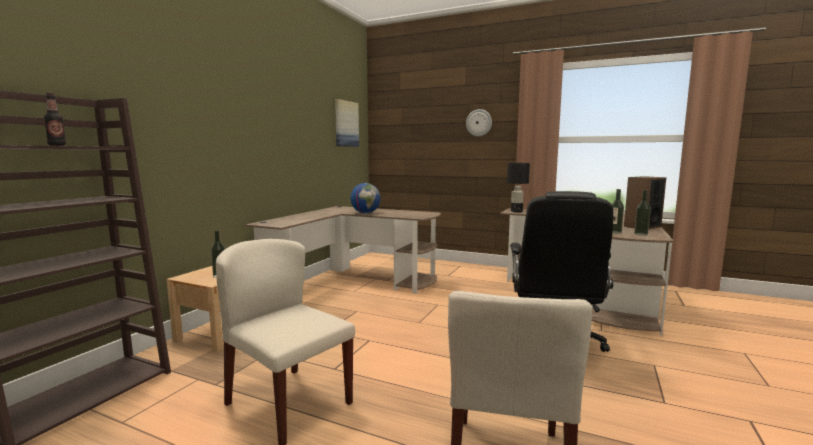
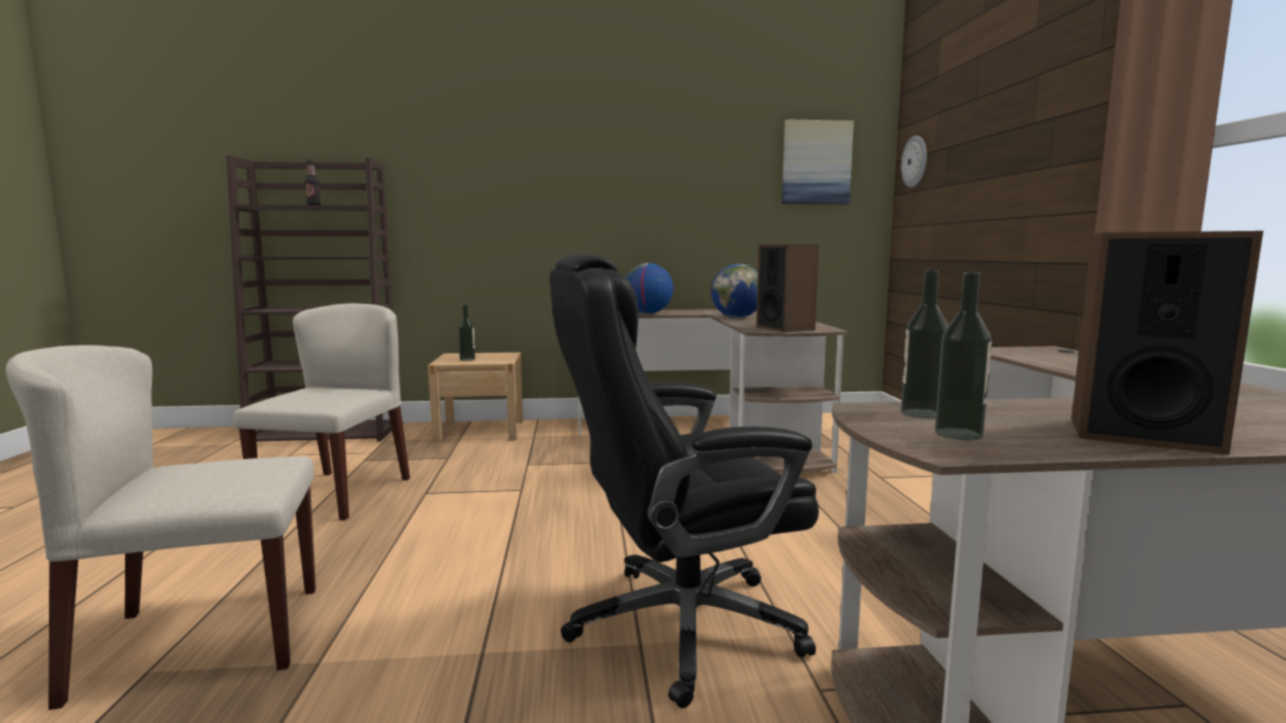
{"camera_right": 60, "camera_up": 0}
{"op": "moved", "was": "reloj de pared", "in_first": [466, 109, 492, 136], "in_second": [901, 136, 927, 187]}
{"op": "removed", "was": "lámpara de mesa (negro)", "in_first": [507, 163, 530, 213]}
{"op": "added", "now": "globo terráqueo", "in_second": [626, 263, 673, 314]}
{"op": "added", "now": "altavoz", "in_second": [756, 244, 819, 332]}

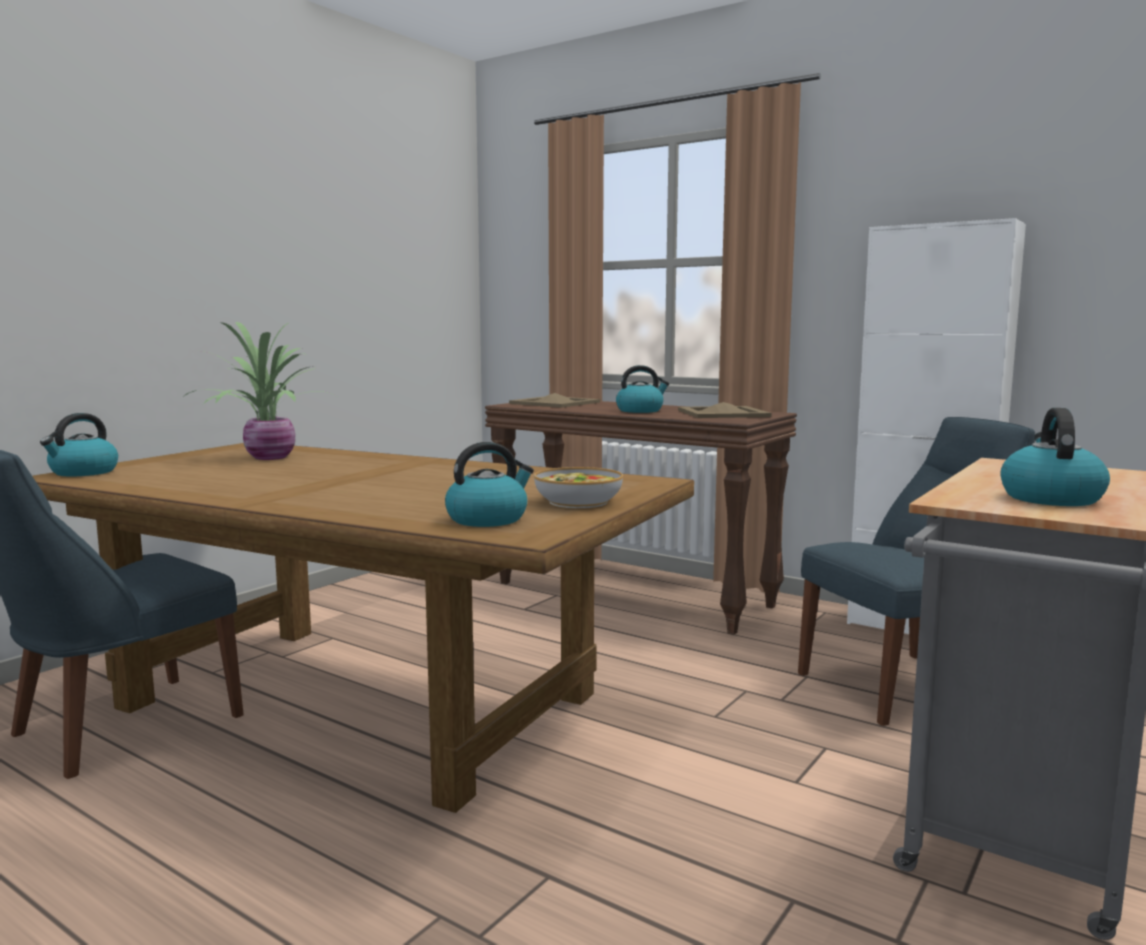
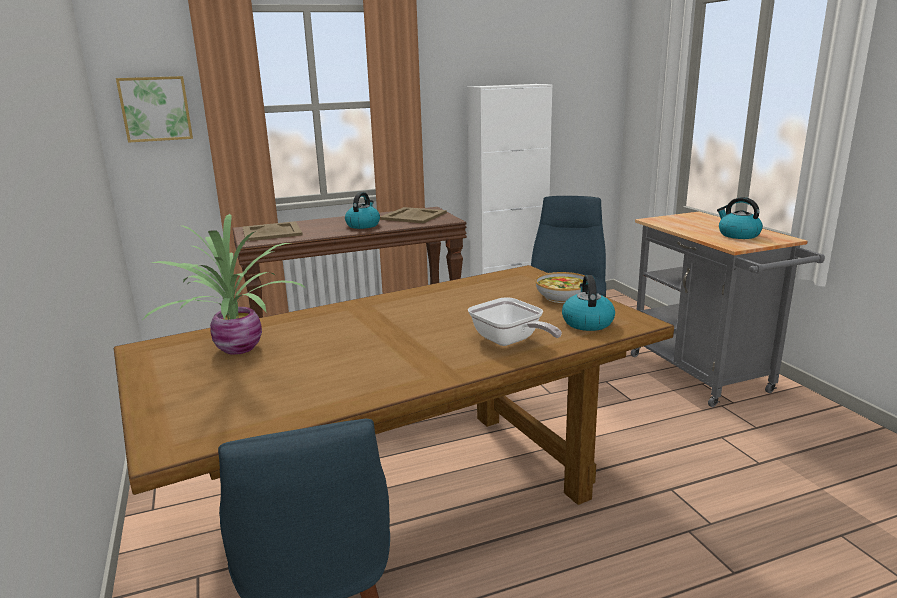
{"camera_right": -55, "camera_up": 10}
{"op": "removed", "was": "hervidor", "in_first": [40, 413, 118, 477]}
{"op": "added", "now": "cuadro", "in_second": [116, 76, 193, 143]}
{"op": "added", "now": "sartén", "in_second": [468, 297, 562, 346]}

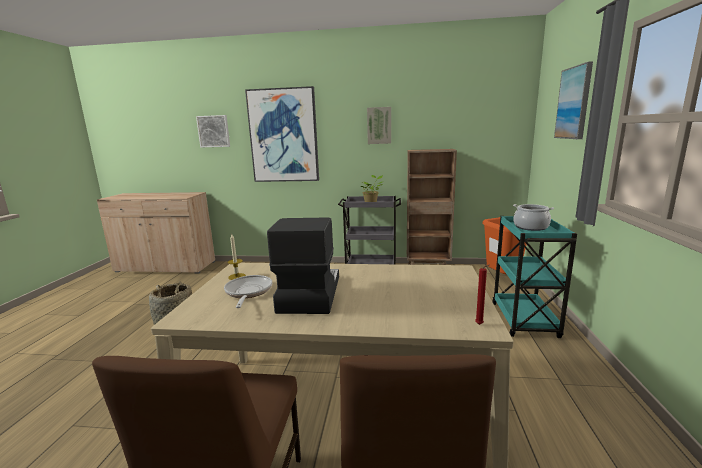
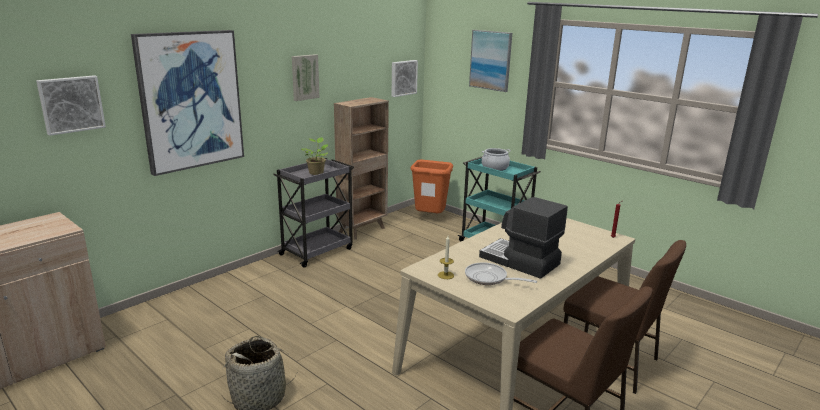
{"camera_right": -55, "camera_up": 5}
{"op": "added", "now": "cuadro", "in_second": [392, 60, 418, 97]}

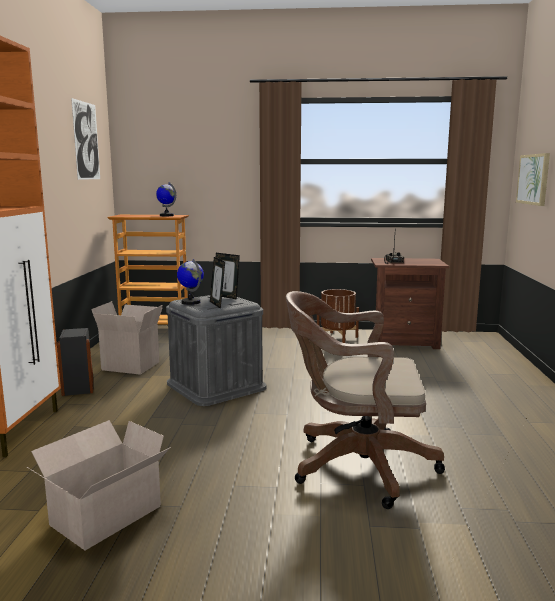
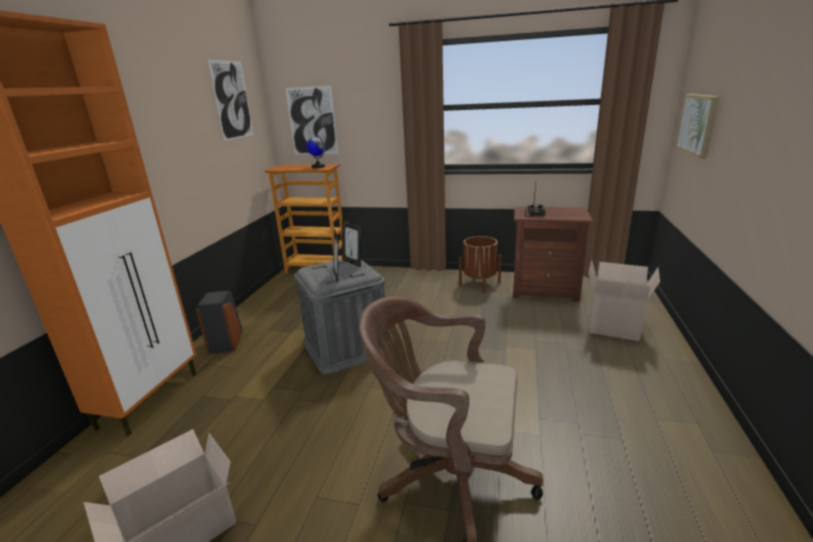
{"camera_right": 10, "camera_up": 10}
{"op": "moved", "was": "caja de cartón", "in_first": [91, 301, 163, 375], "in_second": [589, 261, 660, 341]}
{"op": "removed", "was": "globo terráqueo", "in_first": [177, 259, 204, 305]}
{"op": "added", "now": "cuadro", "in_second": [286, 86, 338, 154]}

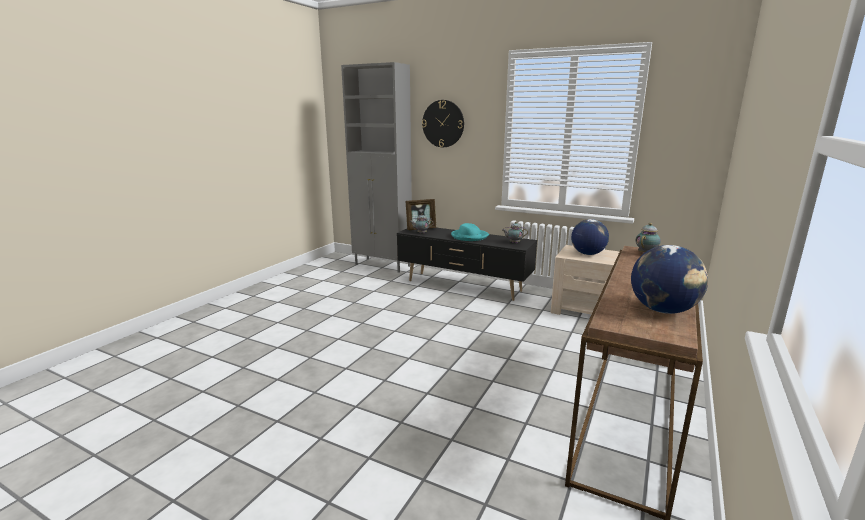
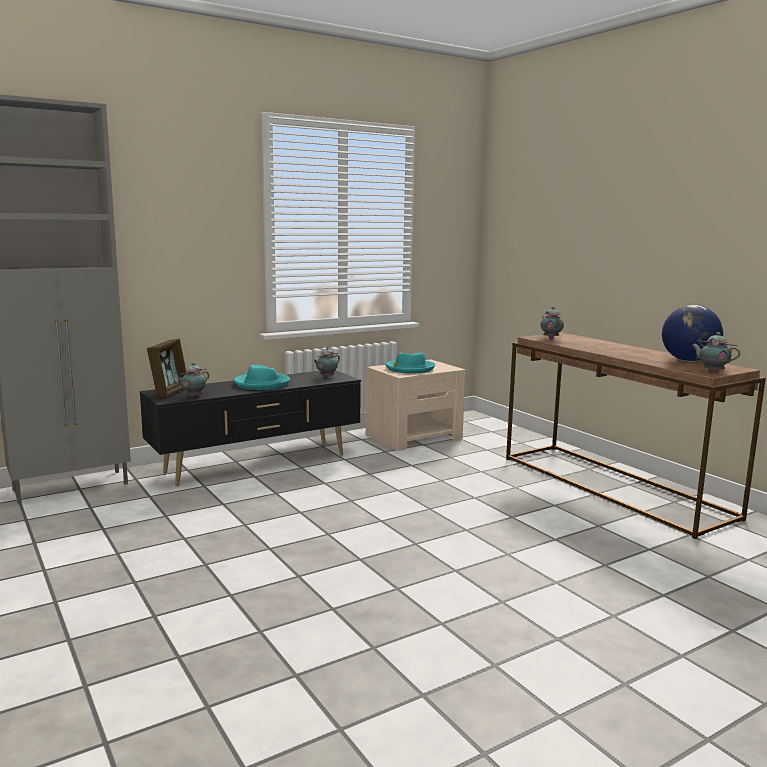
{"camera_right": -60, "camera_up": -5}
{"op": "removed", "was": "reloj de pared", "in_first": [422, 100, 464, 147]}
{"op": "replaced", "was": "globo terráqueo", "now": "sombrero (turquesa)", "in_first": [571, 219, 609, 255], "in_second": [385, 353, 436, 373]}
{"op": "added", "now": "tetera", "in_second": [691, 332, 741, 373]}

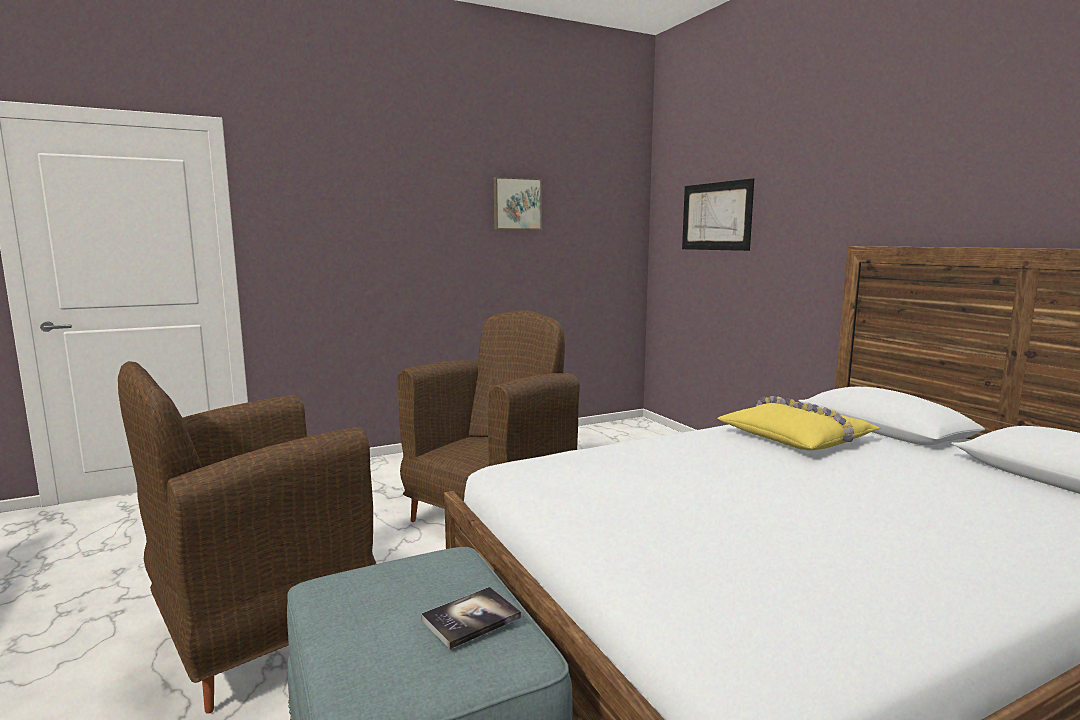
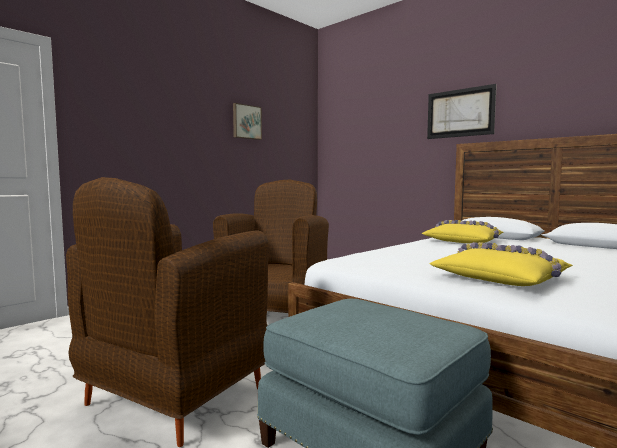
{"camera_right": -20, "camera_up": -5}
{"op": "removed", "was": "libro", "in_first": [421, 587, 521, 649]}
{"op": "moved", "was": "cuadro", "in_first": [682, 178, 754, 251], "in_second": [427, 84, 497, 139]}
{"op": "added", "now": "cojín (amarillo)", "in_second": [430, 242, 573, 286]}

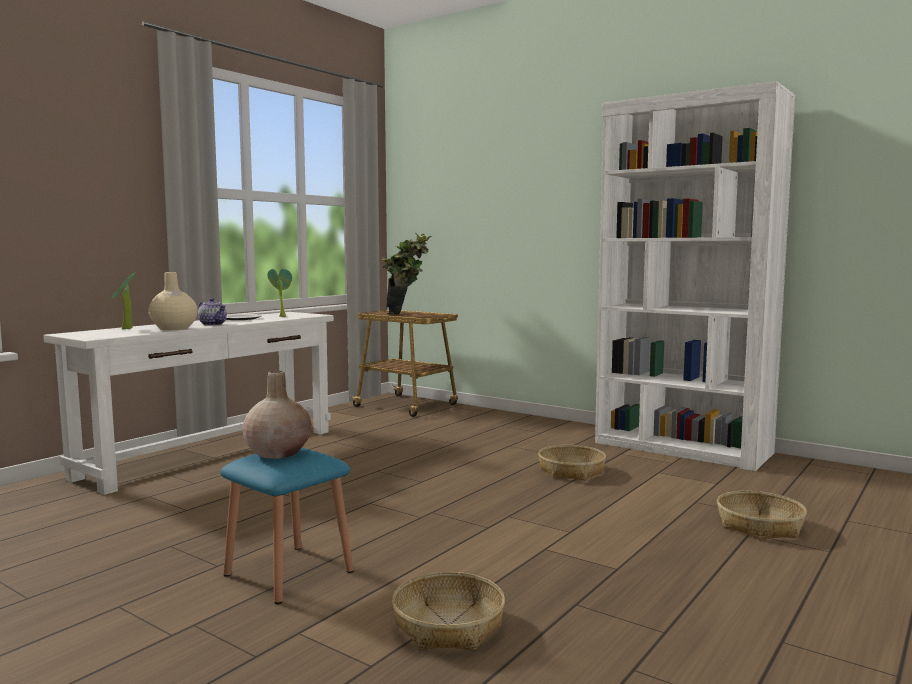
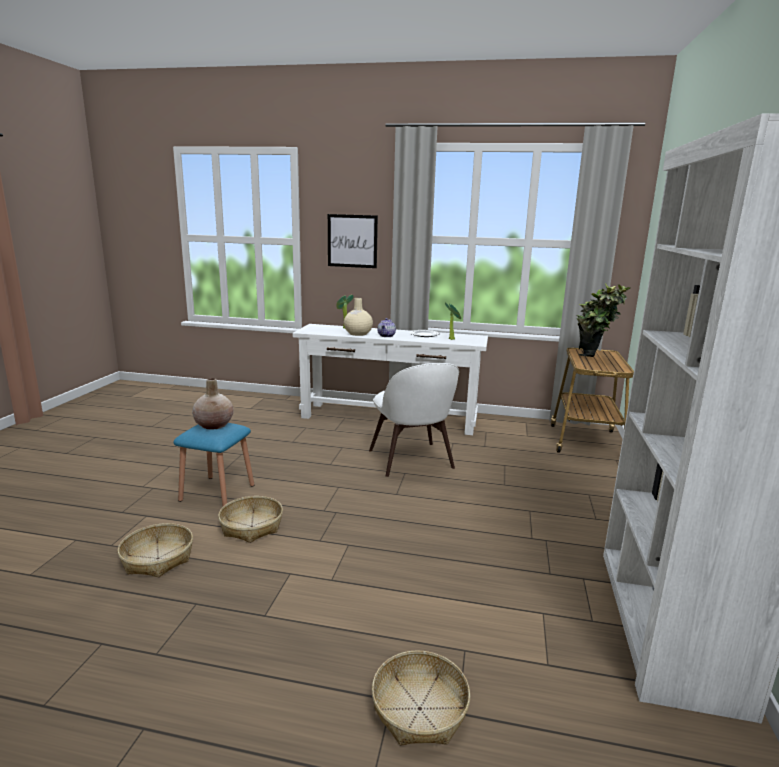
{"camera_right": 65, "camera_up": 10}
{"op": "moved", "was": "cesta", "in_first": [538, 445, 606, 481], "in_second": [218, 496, 283, 543]}
{"op": "added", "now": "cuadro", "in_second": [328, 214, 378, 268]}
{"op": "added", "now": "silla (blanco)", "in_second": [369, 363, 459, 477]}

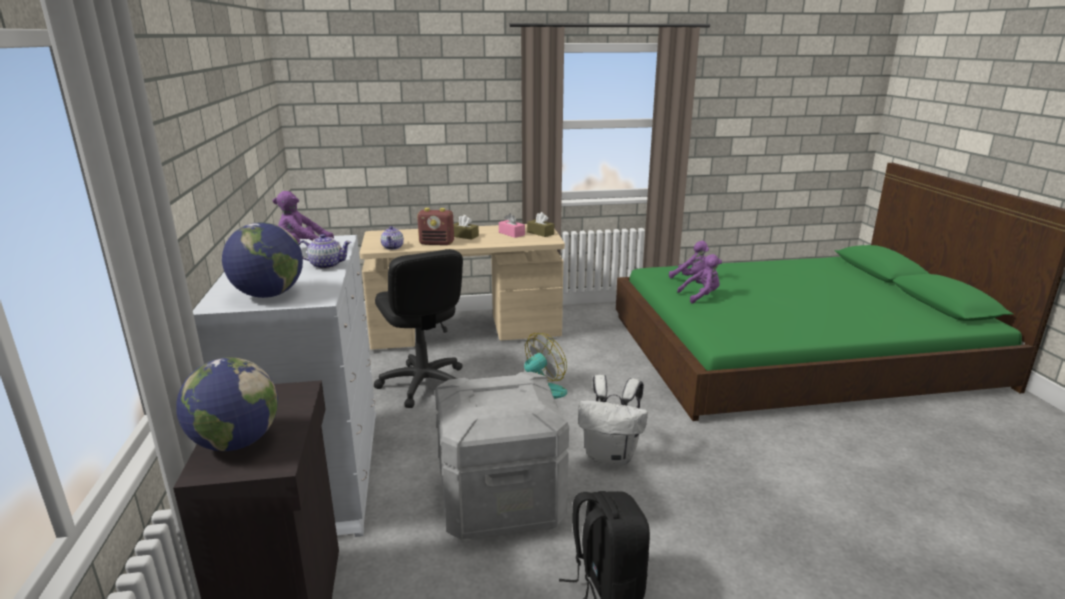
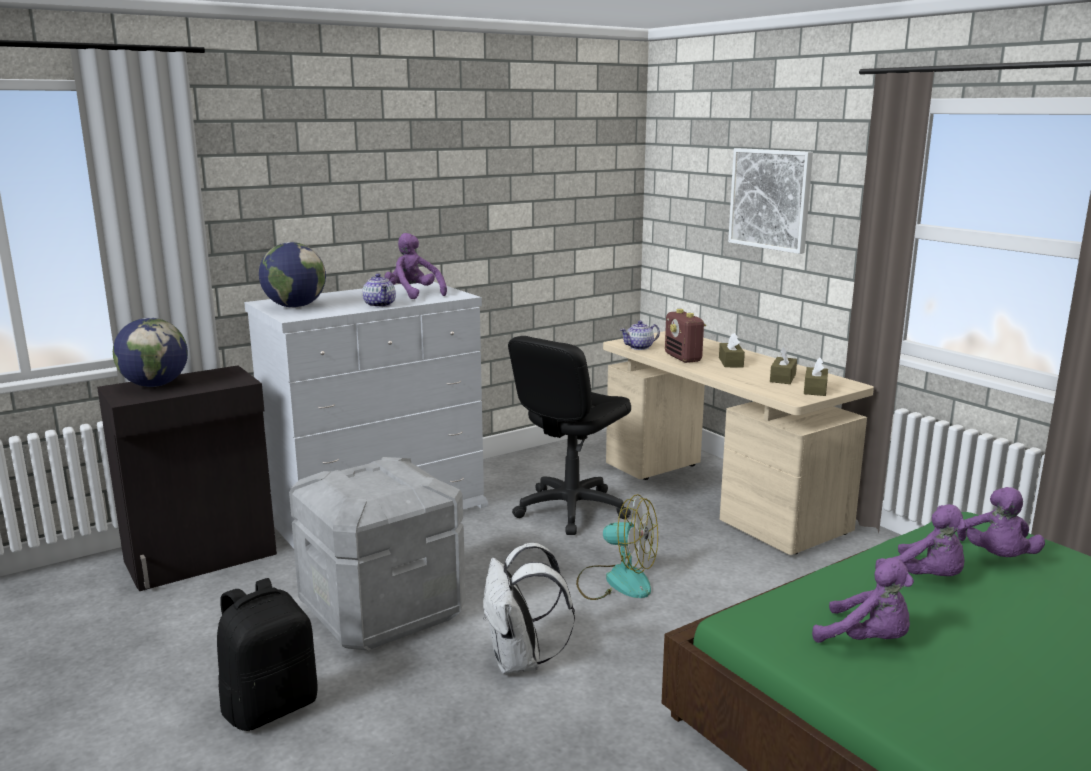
{"camera_right": 65, "camera_up": -5}
{"op": "recoloured", "was": "caja de pañuelos (rosa)", "now": "caja de pañuelos (marrón)", "in_first": [499, 213, 525, 238], "in_second": [770, 347, 797, 384]}
{"op": "added", "now": "cuadro", "in_second": [728, 148, 813, 254]}
{"op": "added", "now": "peluche (morado)", "in_second": [812, 558, 914, 643]}

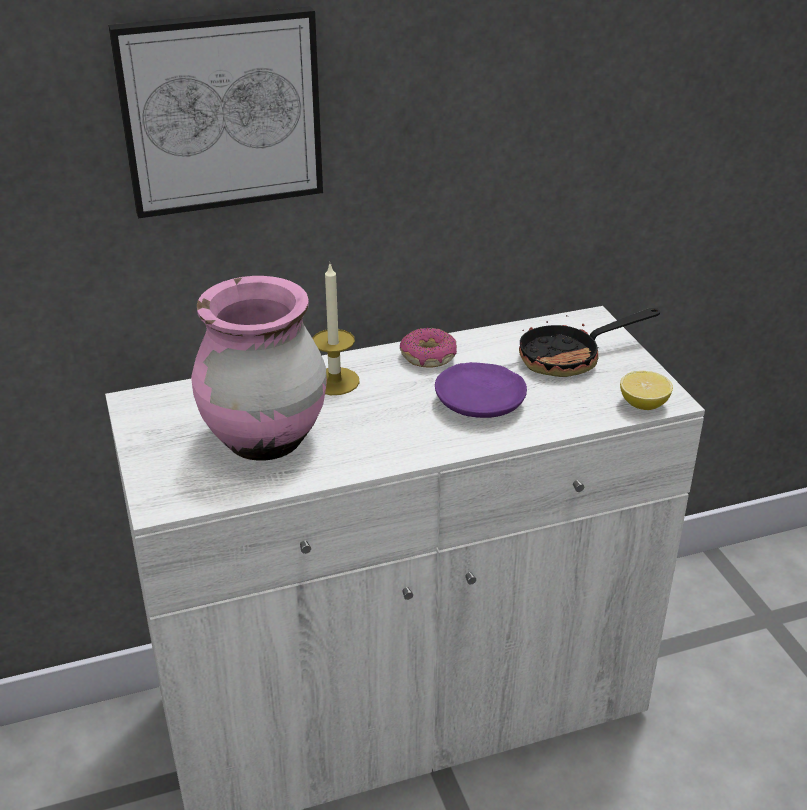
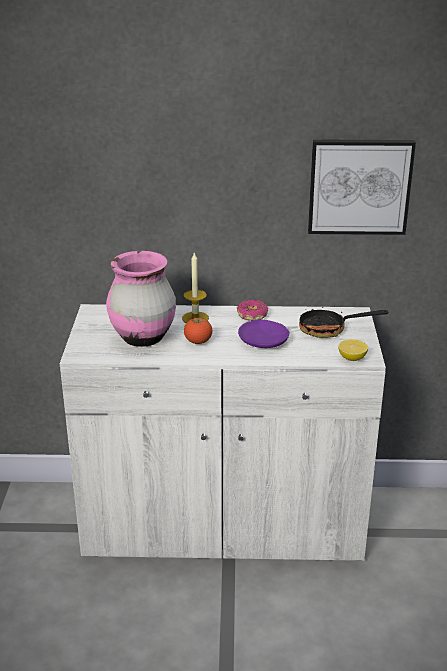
{"camera_right": 20, "camera_up": -5}
{"op": "moved", "was": "cuadro", "in_first": [108, 6, 323, 218], "in_second": [308, 139, 416, 235]}
{"op": "added", "now": "tomate", "in_second": [184, 318, 212, 344]}

